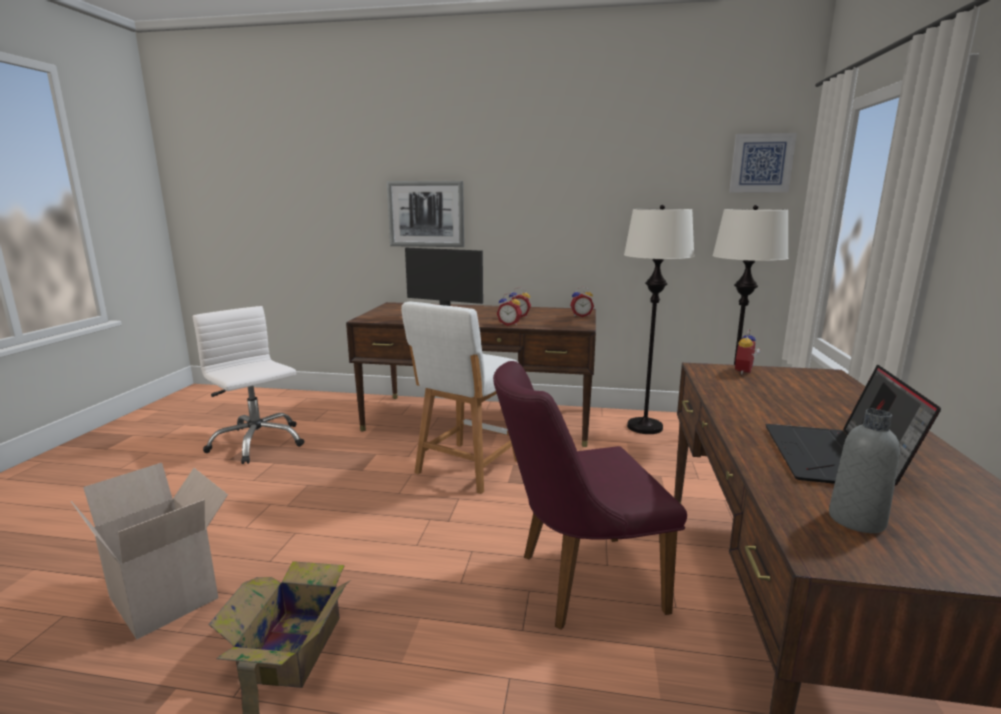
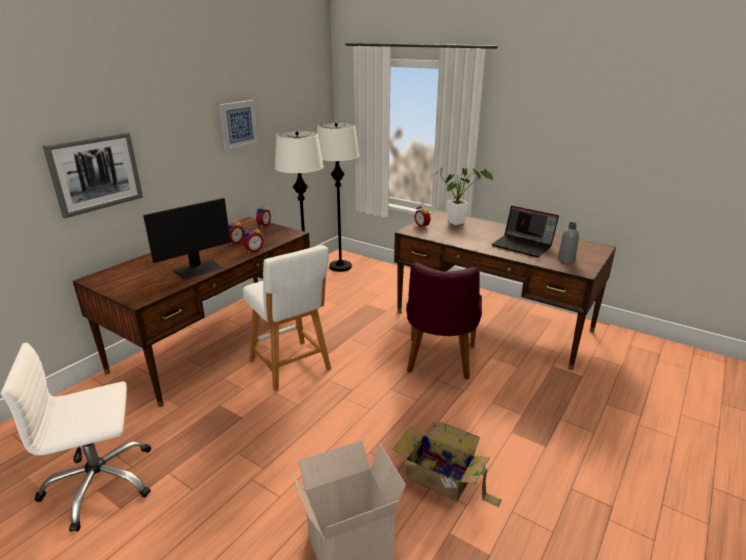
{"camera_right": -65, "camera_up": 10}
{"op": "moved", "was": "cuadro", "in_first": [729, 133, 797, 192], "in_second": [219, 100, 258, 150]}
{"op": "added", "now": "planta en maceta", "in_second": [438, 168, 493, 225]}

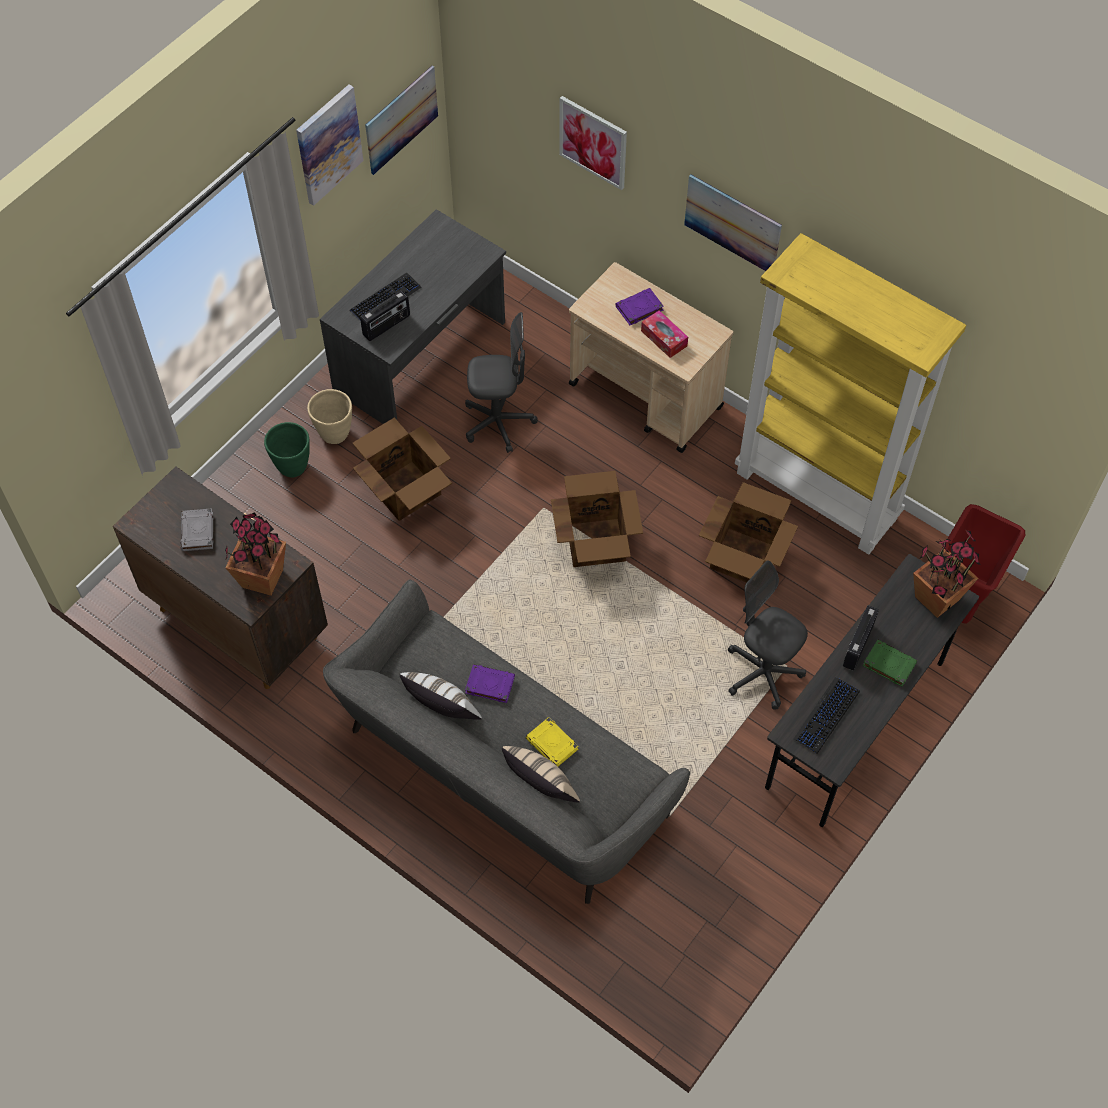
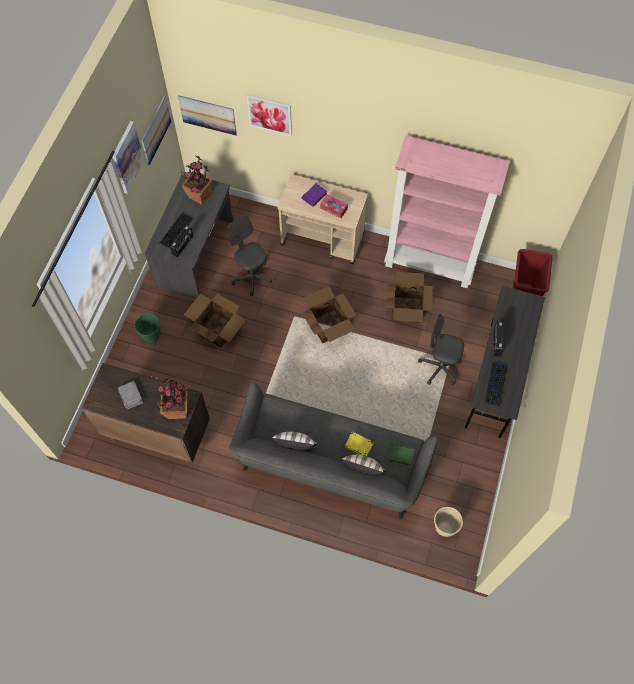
{"camera_right": -20, "camera_up": 5}
{"op": "moved", "was": "maceta (beis)", "in_first": [307, 389, 352, 444], "in_second": [434, 507, 463, 537]}
{"op": "turned", "was": "silla de oficina (gris)", "in_first": [465, 312, 538, 453], "in_second": [228, 215, 272, 296], "clockwise": -105}
{"op": "removed", "was": "libro (morado)", "in_first": [465, 664, 515, 703]}
{"op": "moved", "was": "cuadro", "in_first": [684, 174, 782, 271], "in_second": [178, 95, 237, 136]}
{"op": "recoloured", "was": "estantería (amarillo)", "now": "estantería (rosa)", "in_first": [735, 233, 966, 555], "in_second": [384, 136, 510, 288]}
{"op": "moved", "was": "libro (verde)", "in_first": [863, 640, 917, 687], "in_second": [387, 444, 414, 466]}
{"op": "moved", "was": "planta en maceta", "in_first": [913, 529, 980, 618], "in_second": [181, 156, 213, 205]}

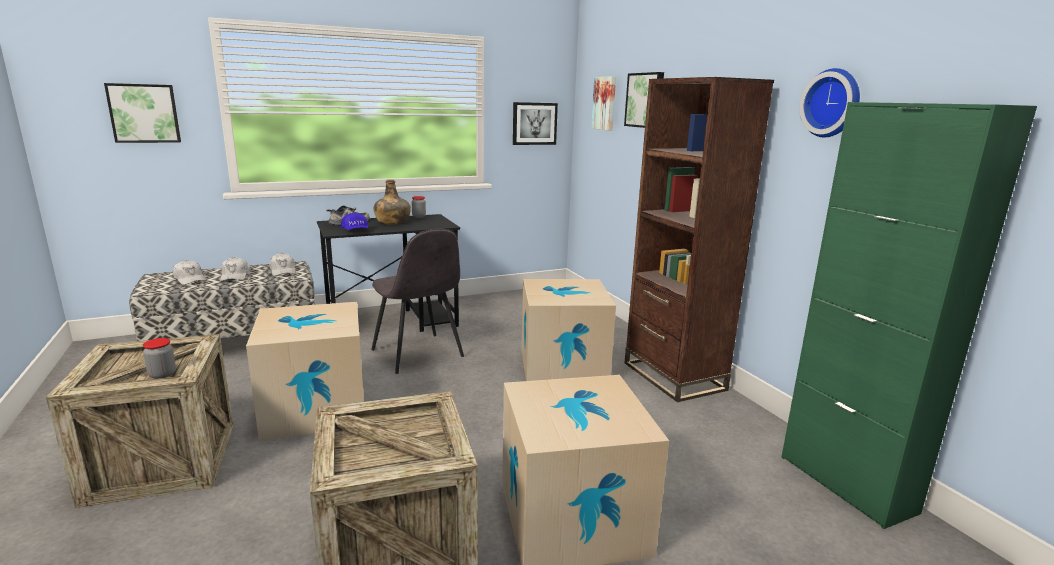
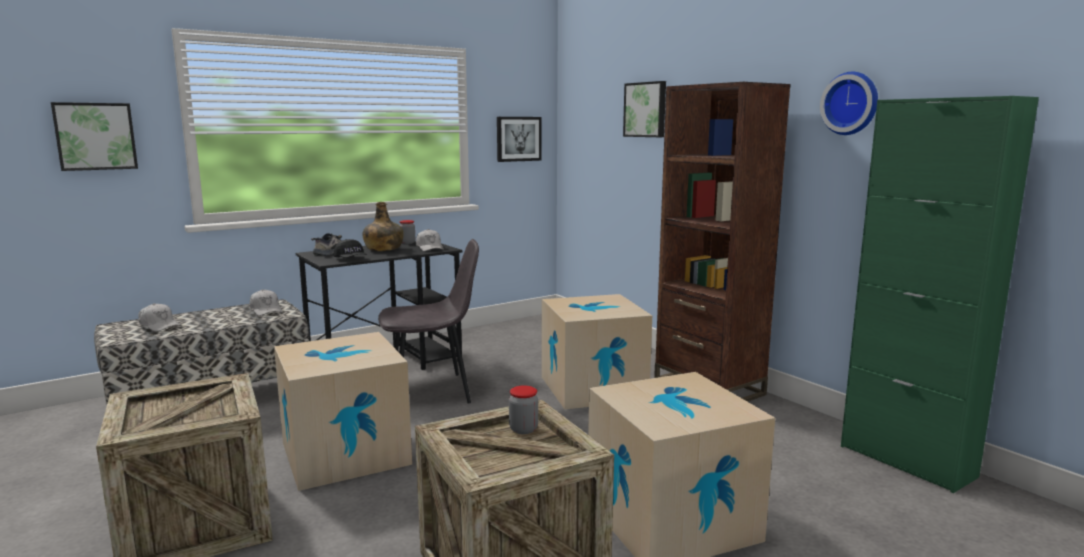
{"camera_right": -10, "camera_up": -5}
{"op": "moved", "was": "tarro", "in_first": [143, 338, 176, 379], "in_second": [509, 385, 538, 434]}
{"op": "moved", "was": "gorra (blanco)", "in_first": [220, 257, 249, 281], "in_second": [416, 229, 444, 251]}
{"op": "recoloured", "was": "gorra (azul)", "now": "gorra (negro)", "in_first": [341, 213, 368, 230], "in_second": [334, 239, 367, 258]}
{"op": "turned", "was": "silla (gris)", "in_first": [371, 229, 464, 374], "in_second": [378, 239, 479, 404], "clockwise": -60}
{"op": "removed", "was": "cuadro", "in_first": [591, 76, 616, 130]}

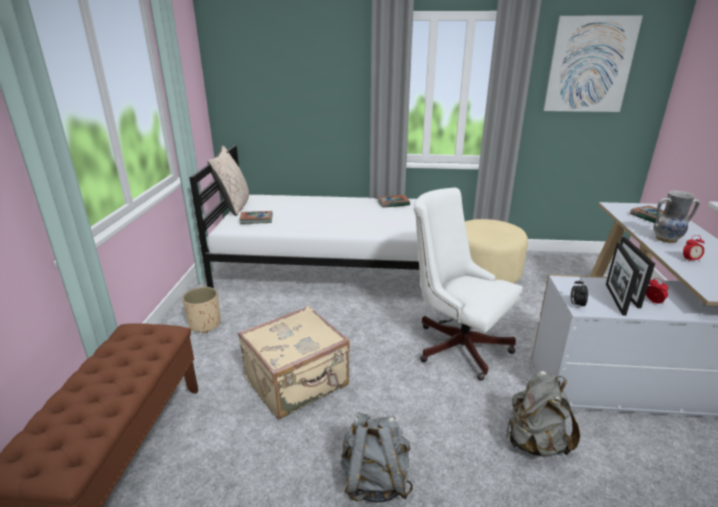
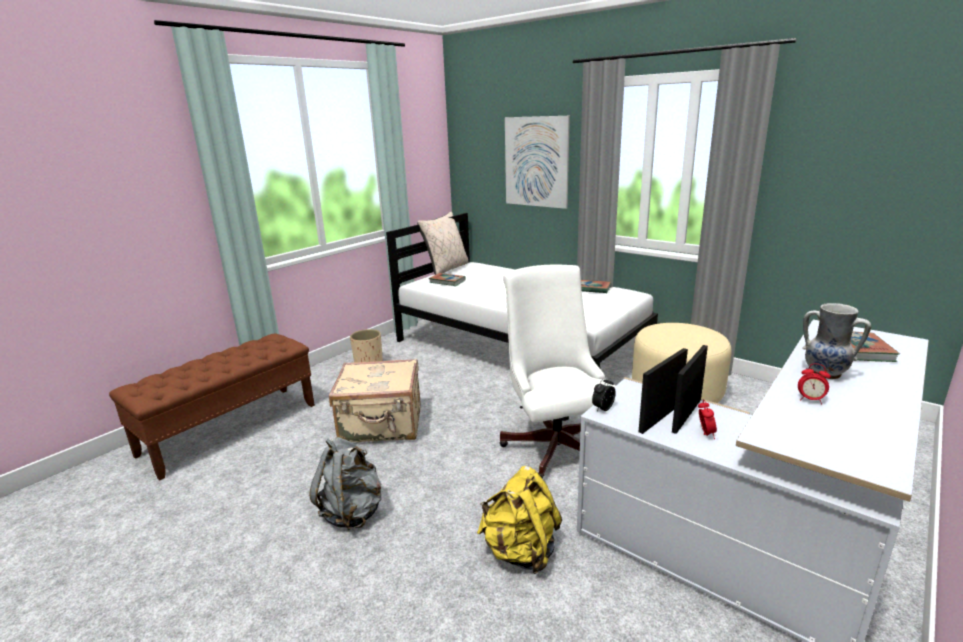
{"camera_right": 35, "camera_up": -5}
{"op": "recoloured", "was": "mochila (gris)", "now": "mochila (amarillo)", "in_first": [506, 371, 580, 457], "in_second": [477, 466, 562, 574]}
{"op": "moved", "was": "cuadro", "in_first": [544, 16, 643, 112], "in_second": [505, 116, 570, 209]}

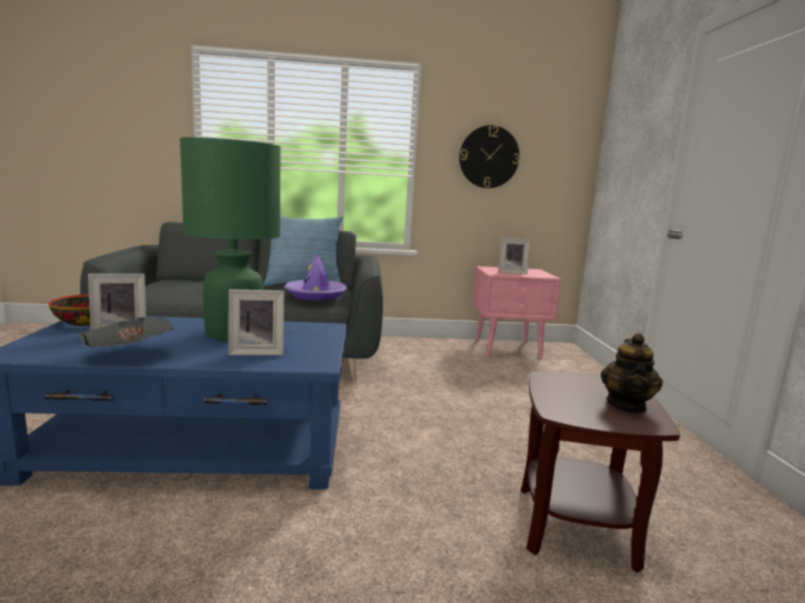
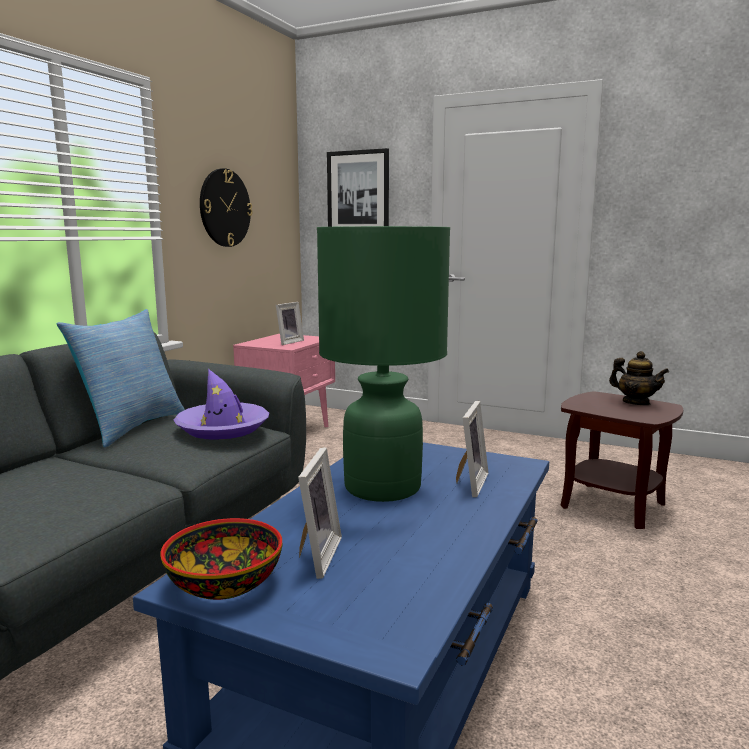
{"camera_right": -60, "camera_up": 0}
{"op": "removed", "was": "periódico", "in_first": [79, 317, 173, 347]}
{"op": "added", "now": "cuadro", "in_second": [327, 148, 389, 227]}

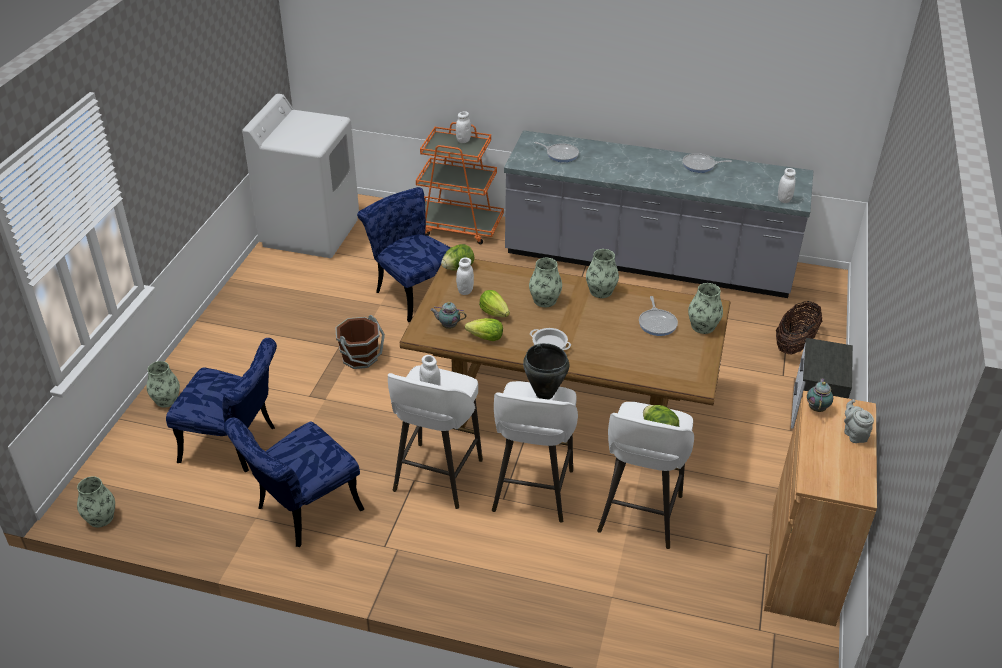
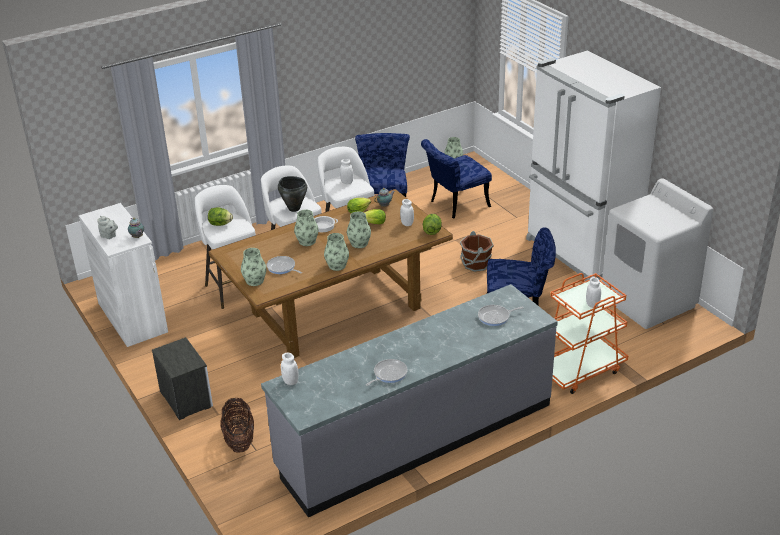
{"camera_right": 135, "camera_up": -5}
{"op": "moved", "was": "florero", "in_first": [146, 361, 180, 407], "in_second": [294, 210, 319, 246]}
{"op": "recoloured", "was": "armario (marrón)", "now": "armario (blanco)", "in_first": [764, 391, 877, 626], "in_second": [79, 203, 168, 347]}
{"op": "added", "now": "nevera (blanco)", "in_second": [526, 51, 661, 281]}

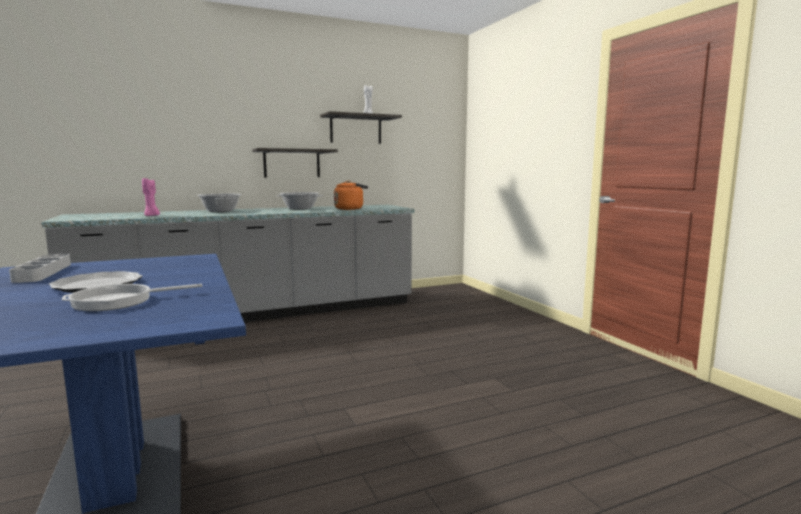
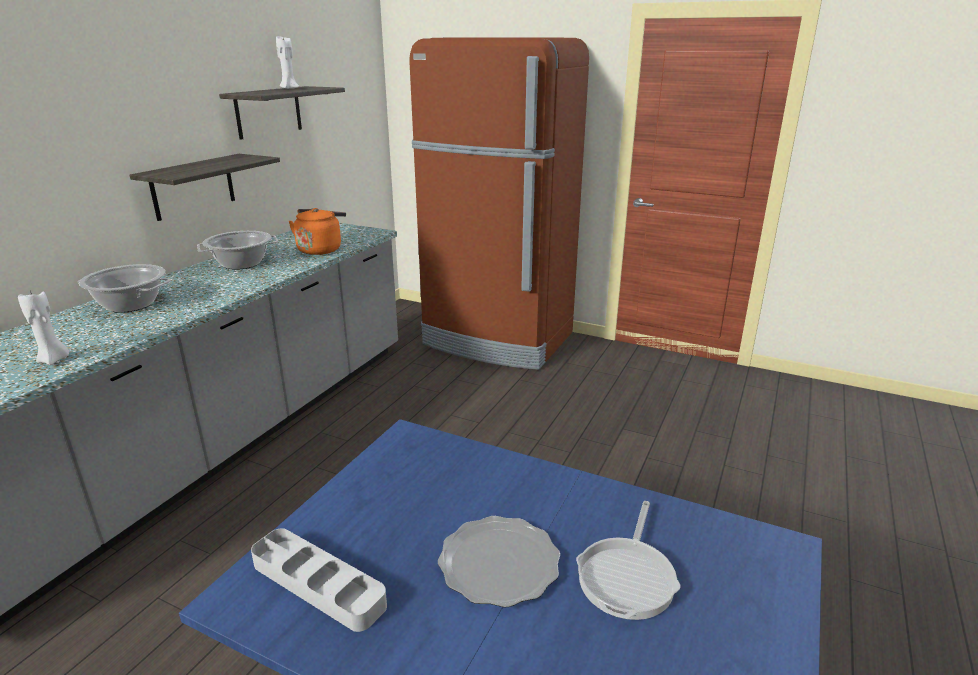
{"camera_right": -40, "camera_up": 15}
{"op": "recoloured", "was": "vela (rosa)", "now": "vela (blanco)", "in_first": [142, 178, 160, 216], "in_second": [18, 291, 69, 365]}
{"op": "added", "now": "nevera (marrón)", "in_second": [409, 37, 589, 370]}

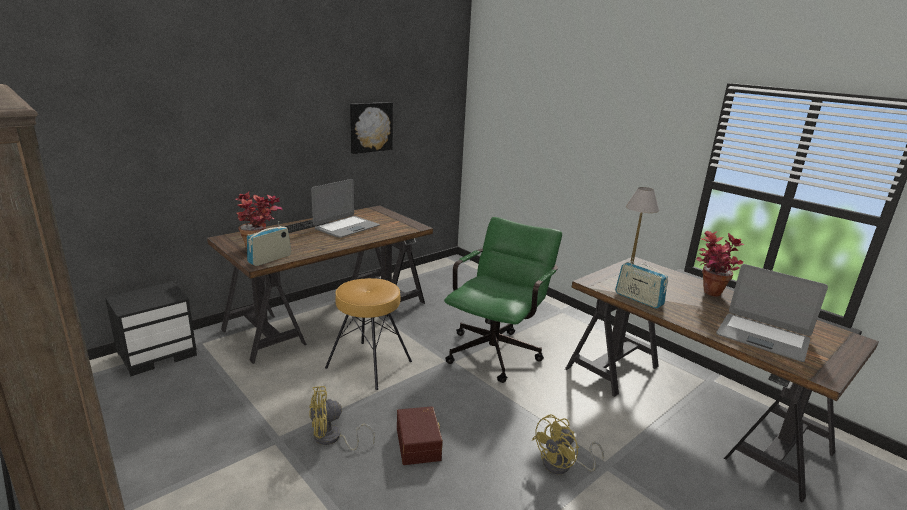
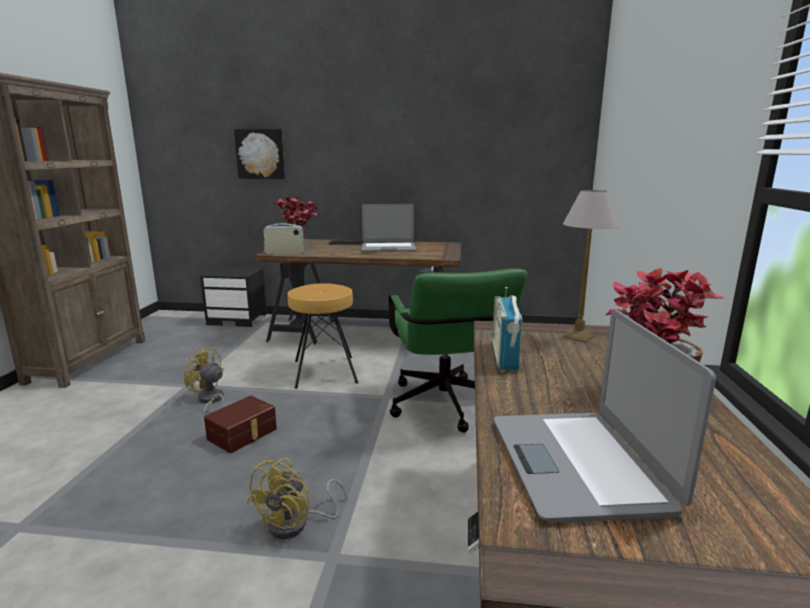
{"camera_right": 50, "camera_up": -5}
{"op": "moved", "was": "cuadro", "in_first": [350, 102, 393, 154], "in_second": [234, 129, 285, 179]}
{"op": "turned", "was": "silla de oficina (verde)", "in_first": [444, 217, 562, 383], "in_second": [389, 268, 527, 433], "clockwise": 90}
{"op": "turned", "was": "ventilador (amarillo)", "in_first": [532, 414, 604, 475], "in_second": [247, 458, 348, 539], "clockwise": -75}

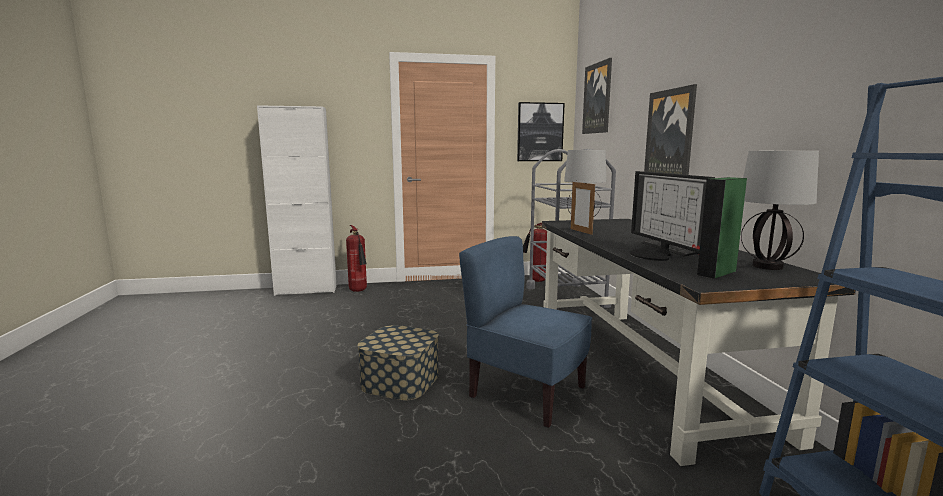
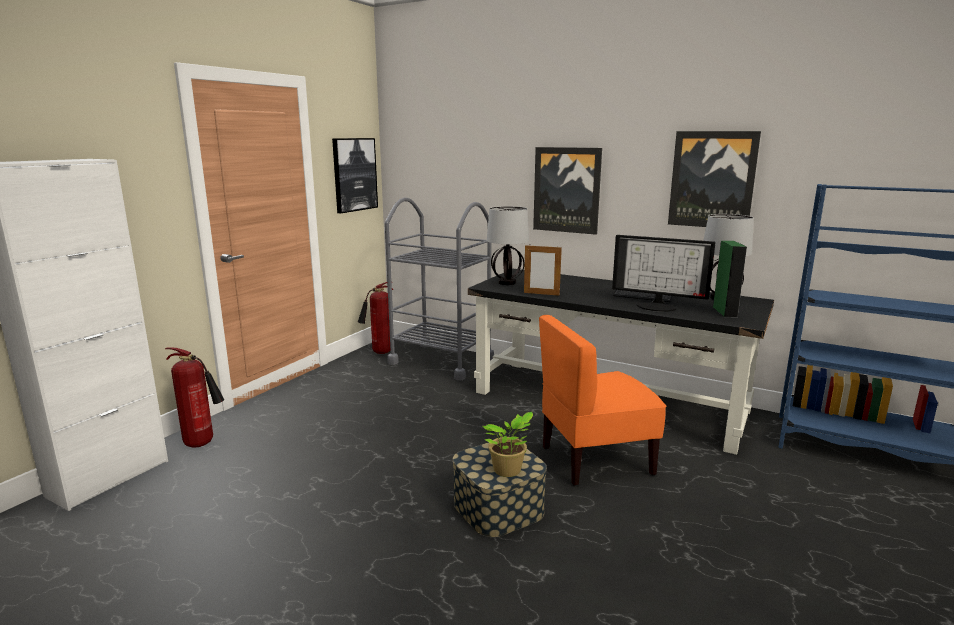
{"camera_right": -50, "camera_up": 5}
{"op": "recoloured", "was": "silla (azul)", "now": "silla (naranja)", "in_first": [459, 236, 592, 428], "in_second": [539, 315, 666, 486]}
{"op": "moved", "was": "cuadro", "in_first": [582, 58, 612, 134], "in_second": [668, 131, 761, 227]}
{"op": "added", "now": "planta en maceta", "in_second": [483, 412, 533, 477]}

